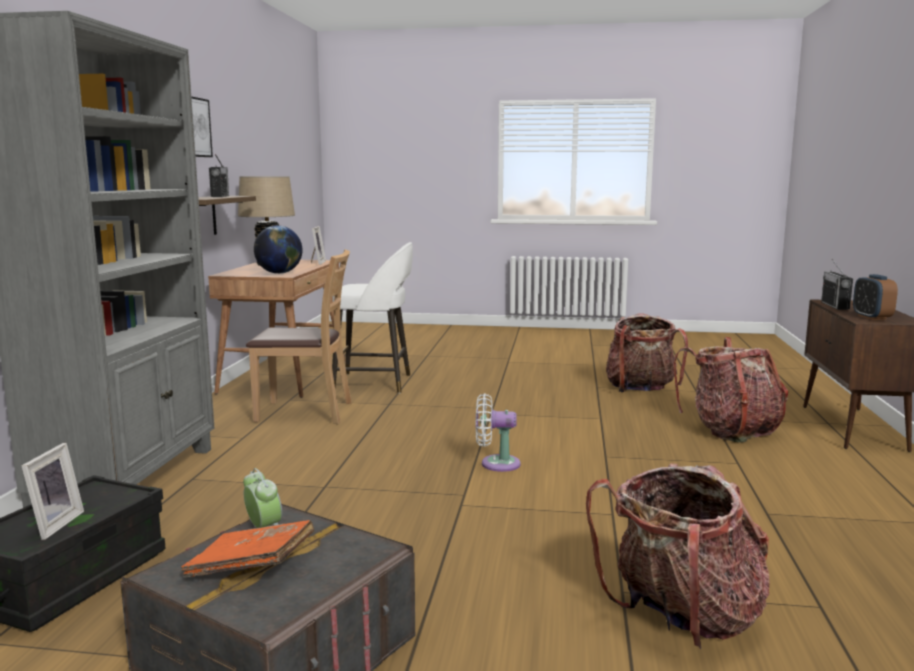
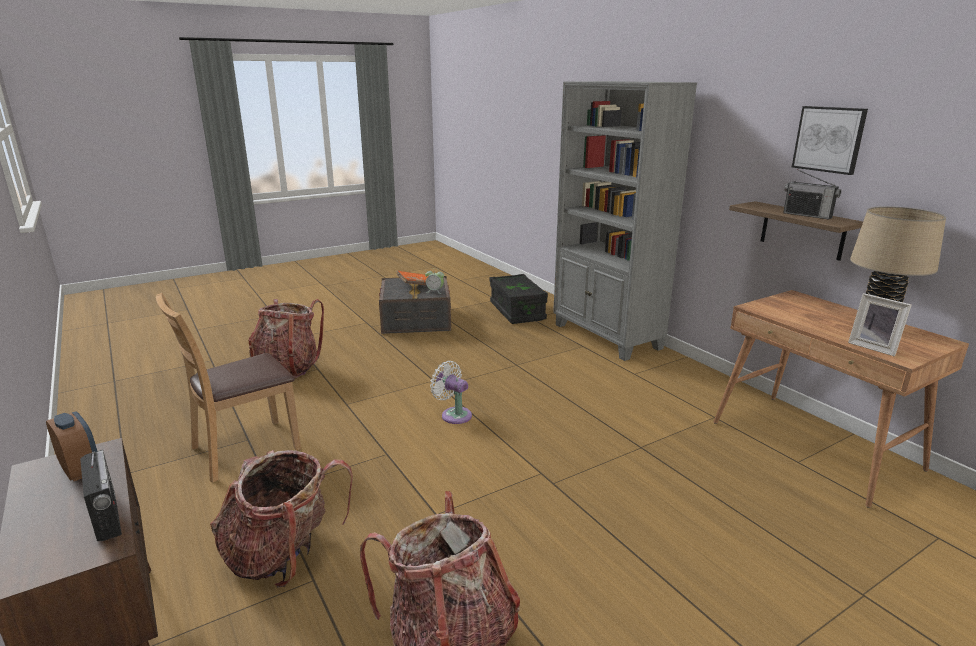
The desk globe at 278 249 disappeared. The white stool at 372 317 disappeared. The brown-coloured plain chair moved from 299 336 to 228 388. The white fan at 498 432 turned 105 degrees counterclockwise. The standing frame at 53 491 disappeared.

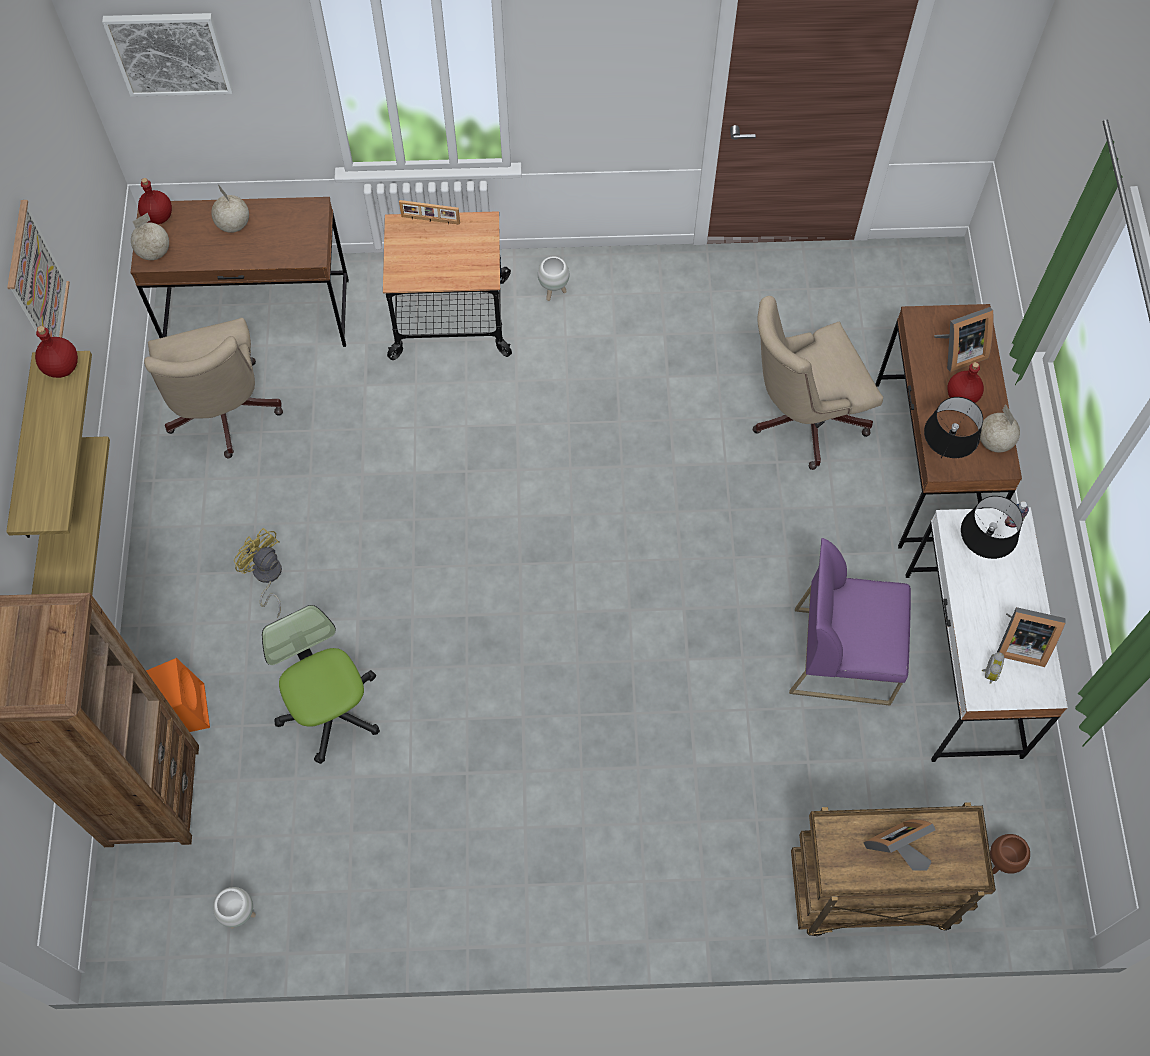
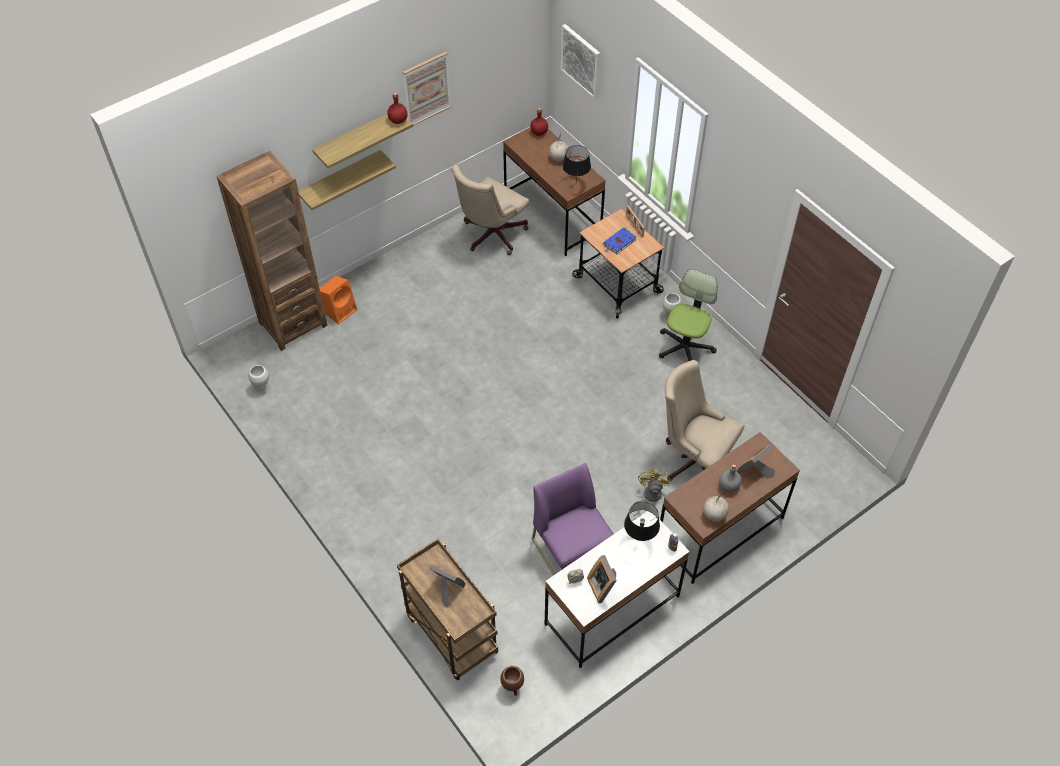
The desk globe at 150 236 disappeared. The standing frame at 963 339 turned 105 degrees clockwise. The red drink bottle at 965 382 became the gray drink bottle at 730 478. The blackish tabletop lamp moved from 953 427 to 577 161. The yellow fan moved from 258 573 to 652 493. The computer chair moved from 321 684 to 688 315. The blue bound book at 619 240 appeared.

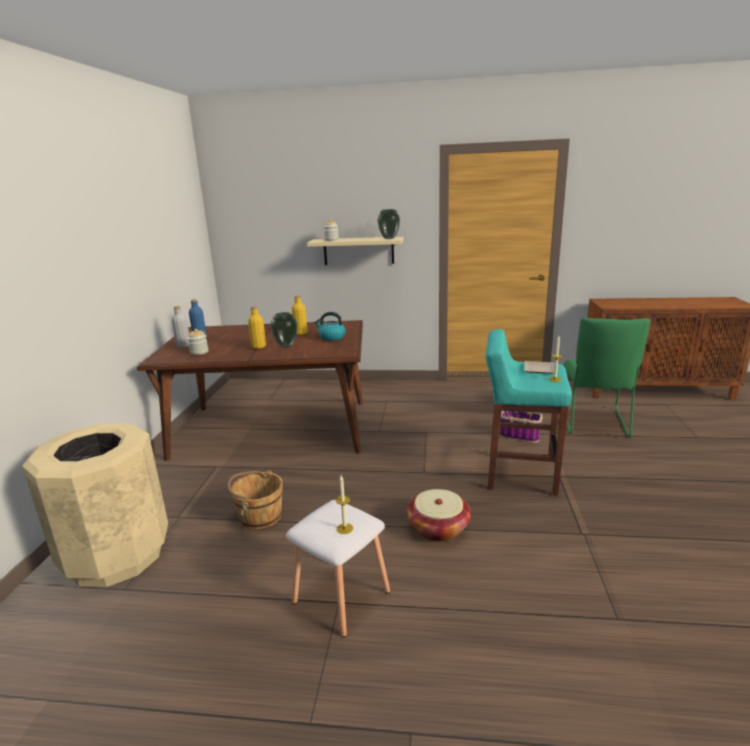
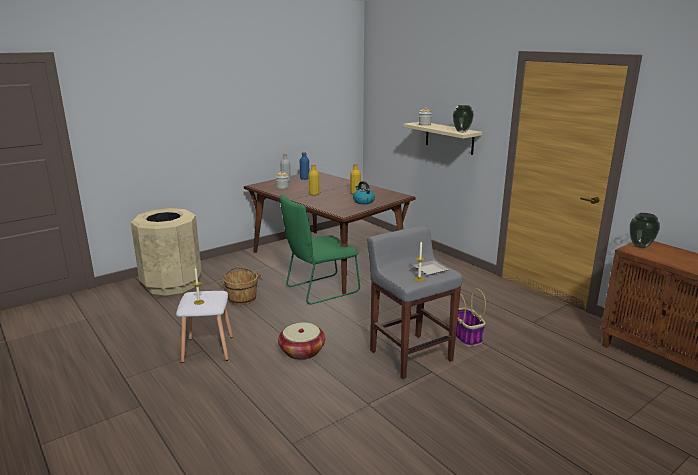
The flower vase moved from 284 330 to 645 230. The greenish plain chair moved from 607 378 to 320 250. The turquoise stool at 529 412 became the gray stool at 415 302.

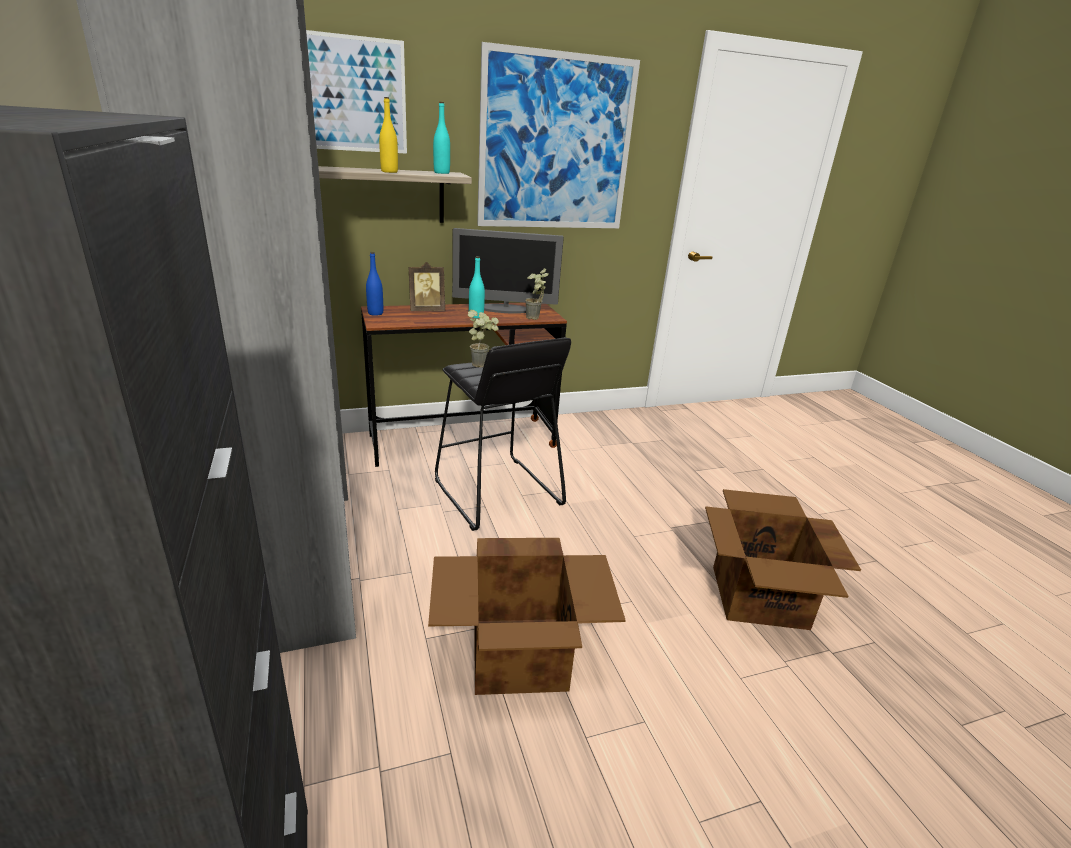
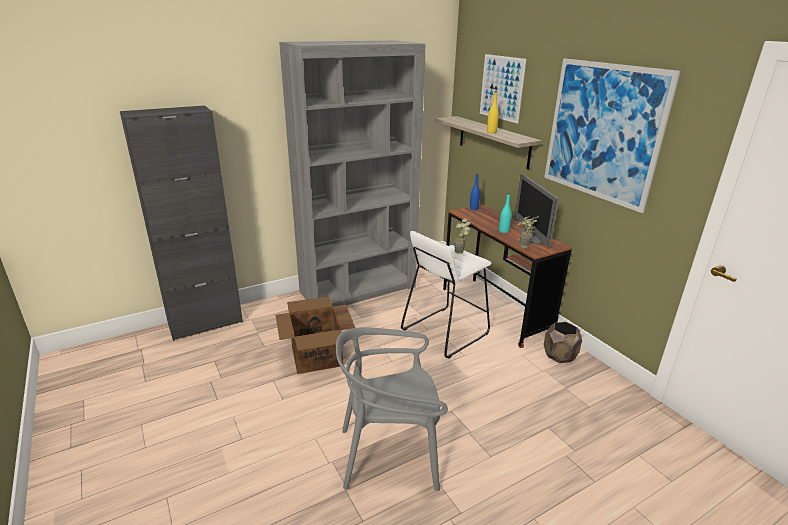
The turquoise drink bottle at 441 138 disappeared. The standing frame at 427 286 disappeared. The blackish stool at 503 434 became the white stool at 446 295. The carton at 783 559 was replaced by the gray plain chair at 392 409. The brown-coloured plant pot at 563 342 appeared.

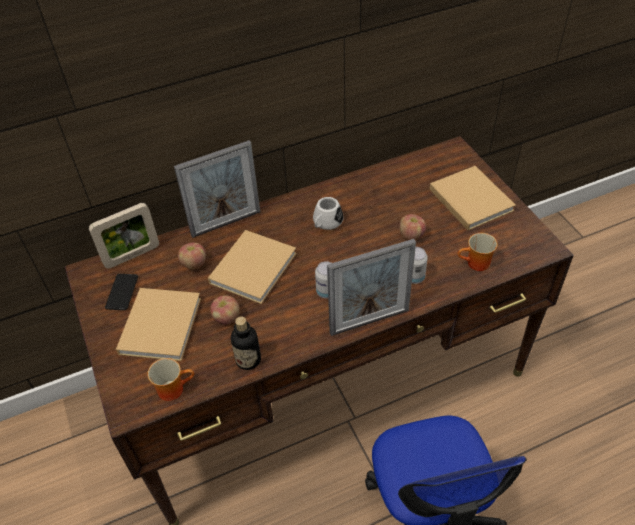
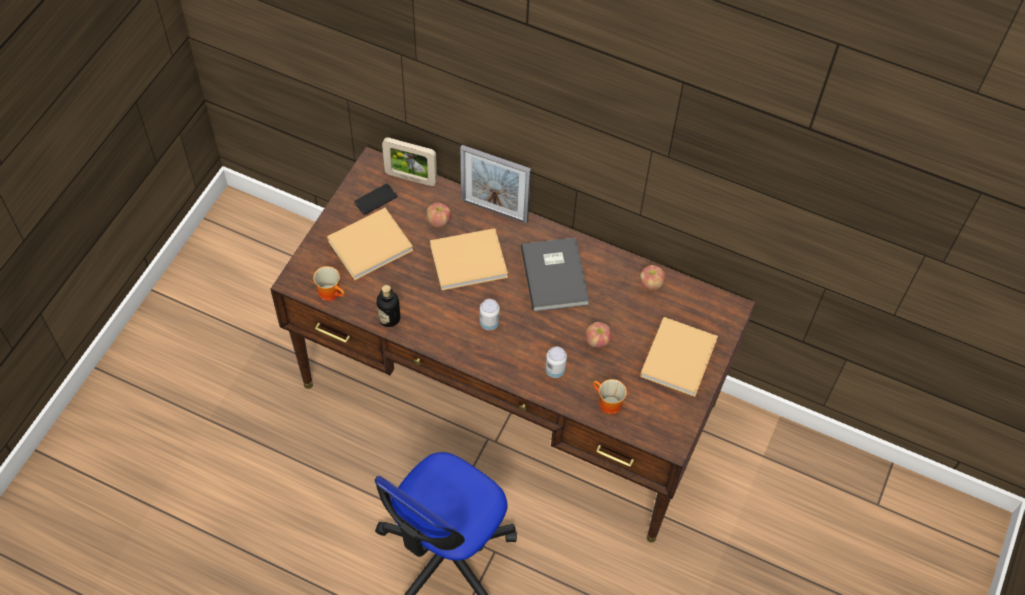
The white coffee mug at 328 213 was replaced by the gray bound book at 555 275. The standing frame at 371 287 disappeared. The apple fruit moved from 225 309 to 653 278.

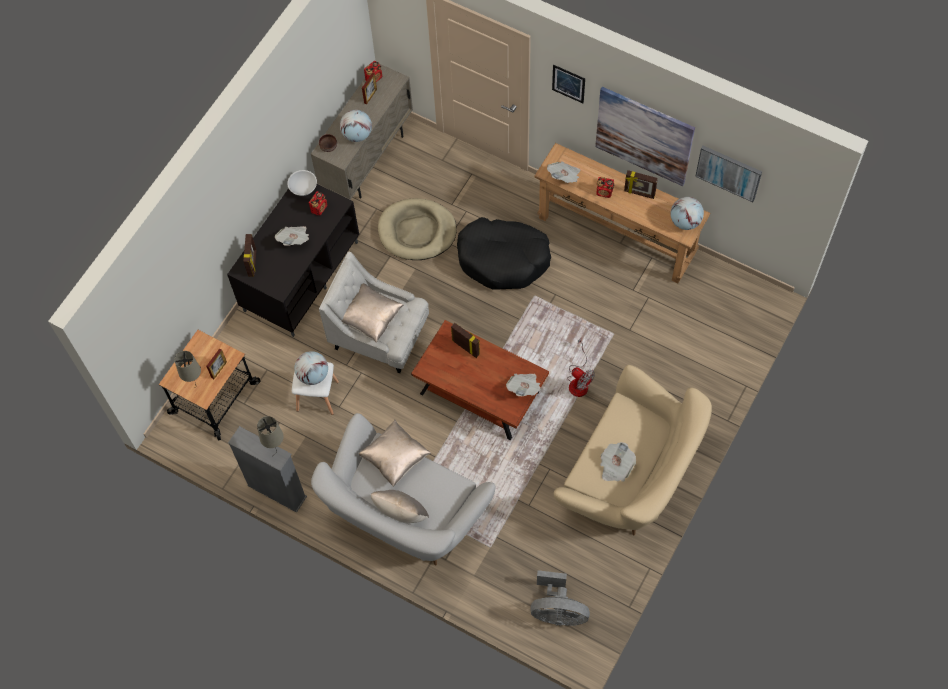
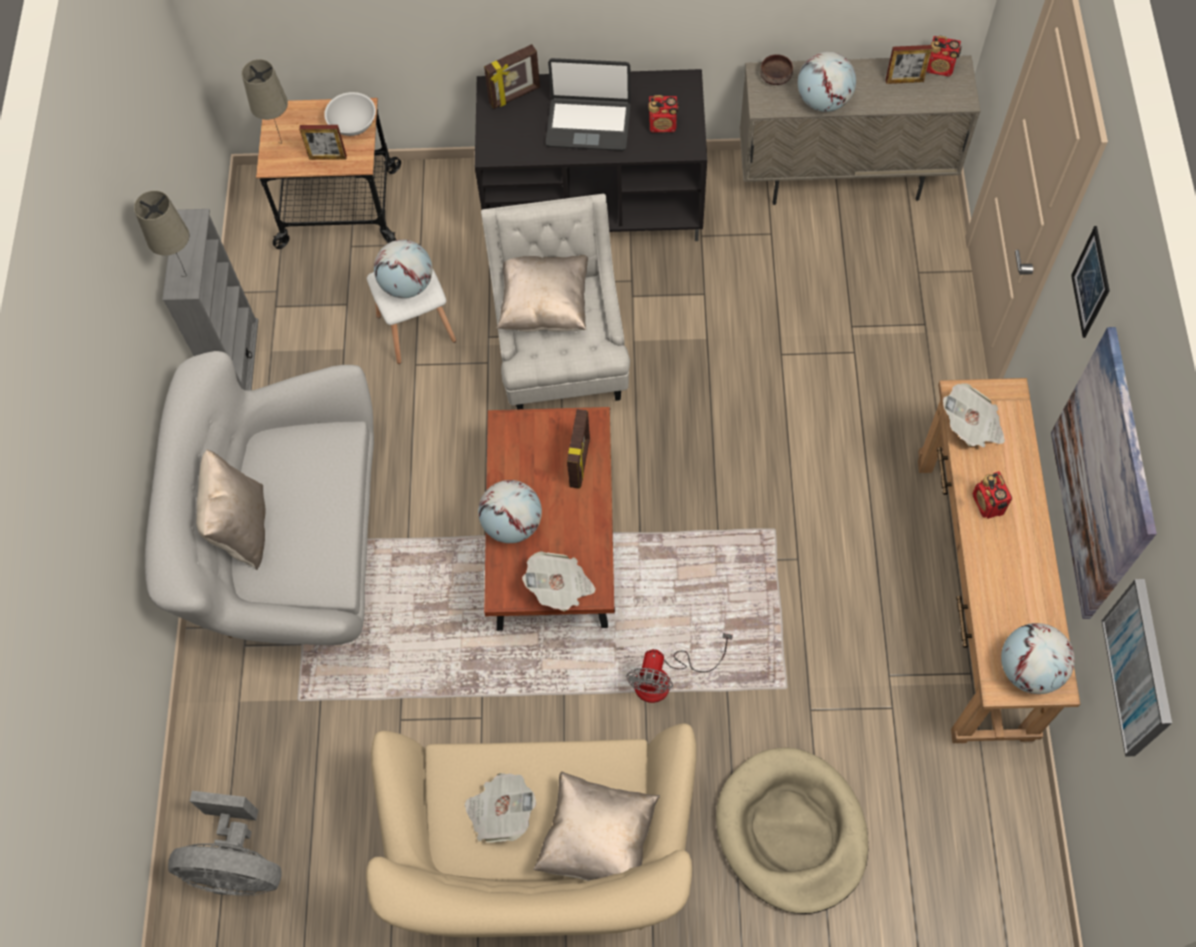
The white serving bowl moved from 302 183 to 350 114. The standing frame at 641 184 disappeared. The beige-coloured dog bed moved from 417 229 to 792 830. The blackish dog bed at 504 253 disappeared. The newspaper at 292 236 was replaced by the notebook computer at 588 104. The beige-coloured cushion moved from 394 453 to 596 826. The gray fan at 560 598 turned 60 degrees counterclockwise. The desk globe at 510 511 appeared.

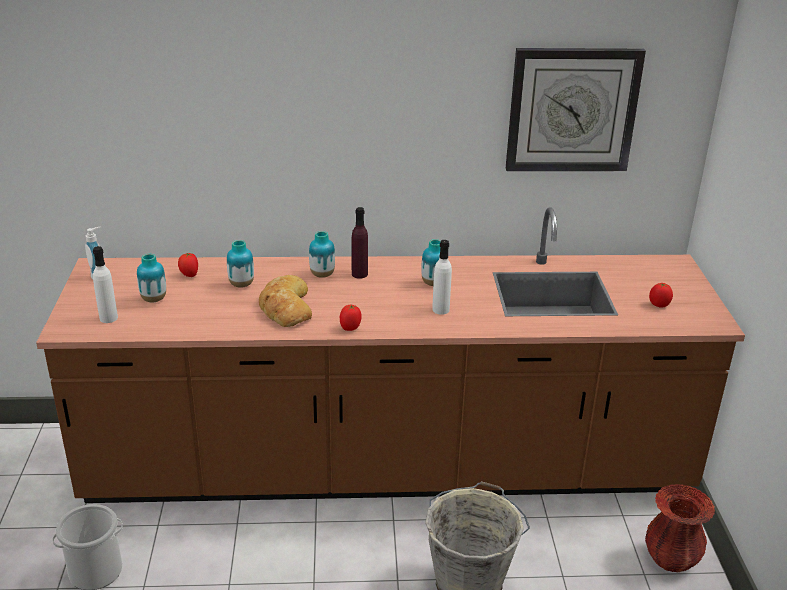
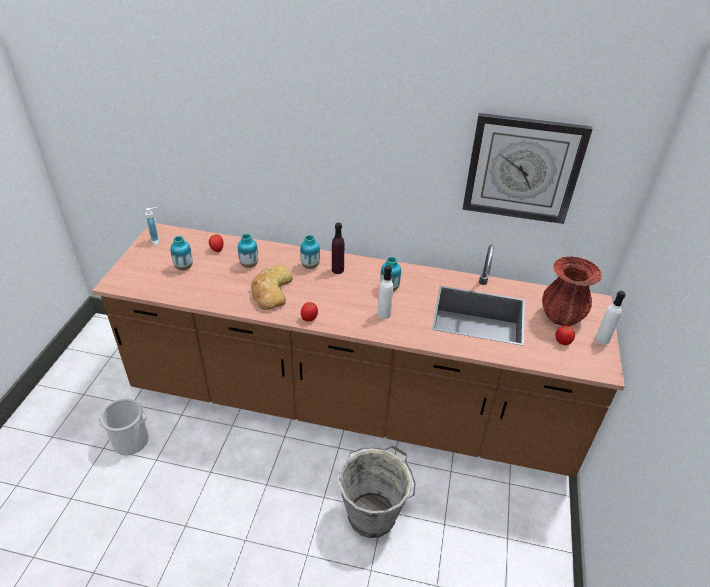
The white drink bottle moved from 105 284 to 610 318. The red flower vase moved from 680 528 to 572 291.

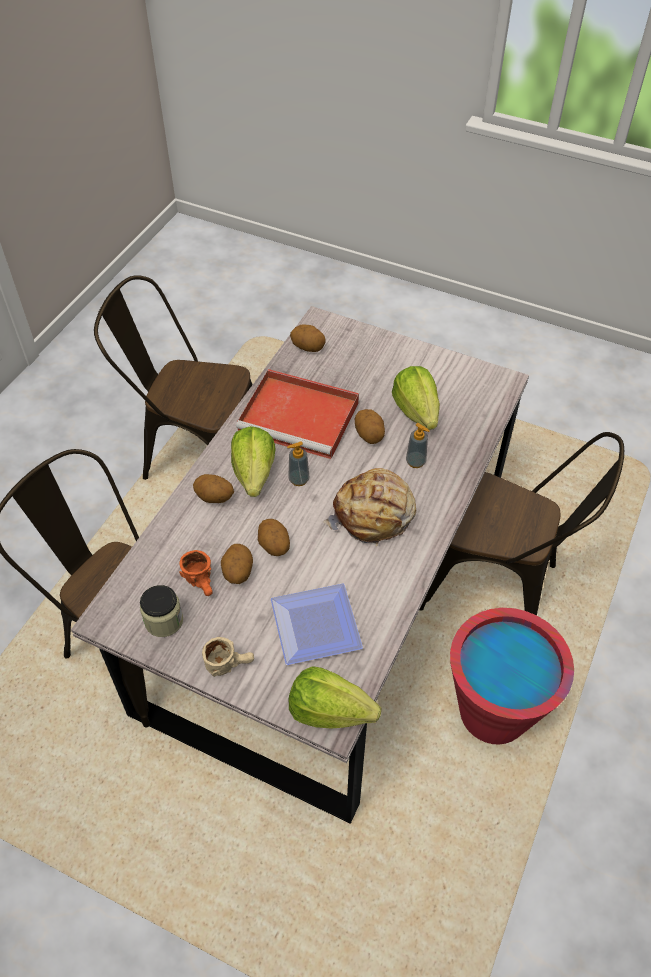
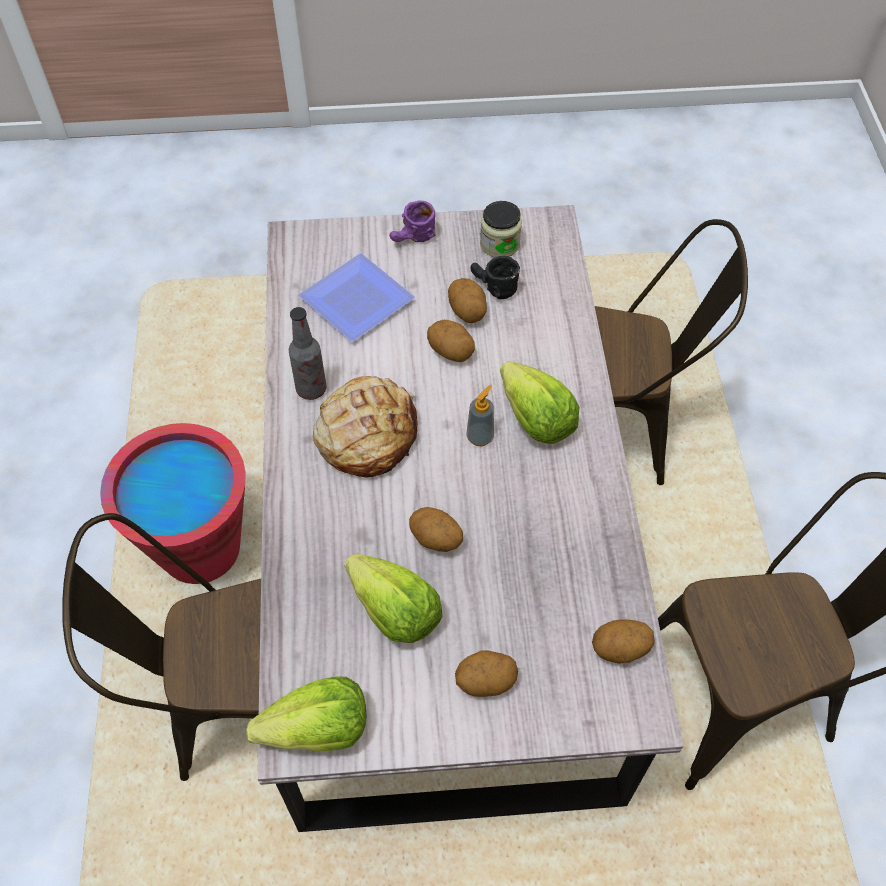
The red tray at 297 414 disappeared. The liquid soap bottle at 418 445 disappeared. The potato moved from 213 488 to 486 673. The orangey coffee mug at 196 573 became the blackish coffee mug at 495 277. The beige-coloured coffee mug at 228 657 became the purplish coffee mug at 412 221. The lettuce moved from 335 697 to 306 713. The drink bottle at 307 353 appeared.

